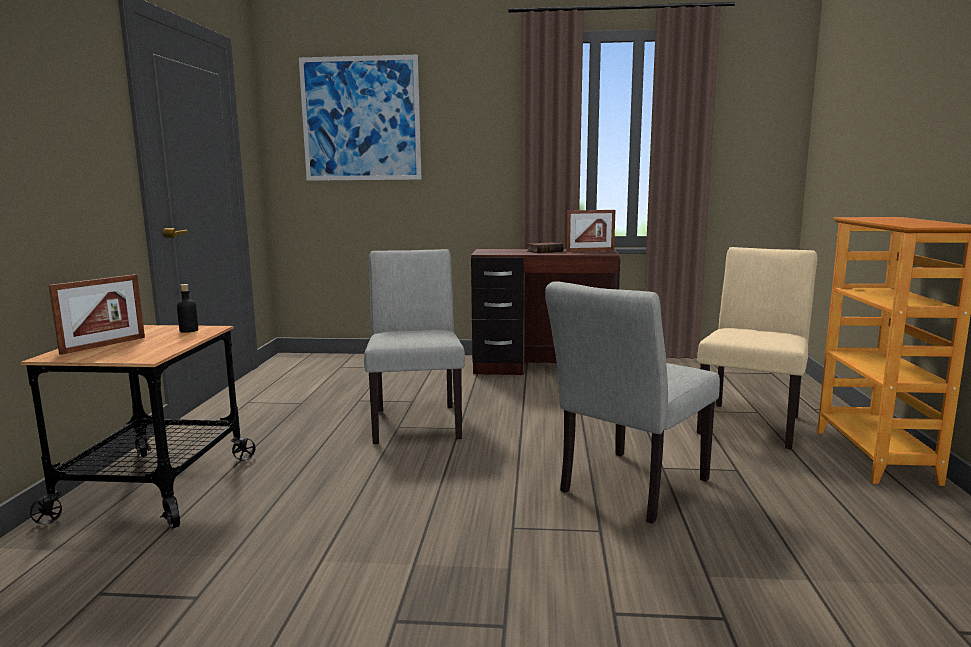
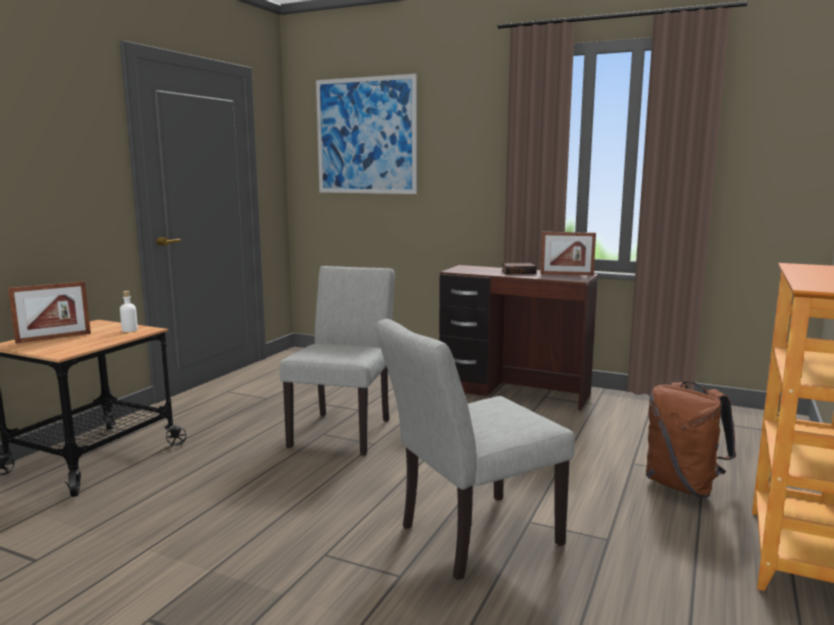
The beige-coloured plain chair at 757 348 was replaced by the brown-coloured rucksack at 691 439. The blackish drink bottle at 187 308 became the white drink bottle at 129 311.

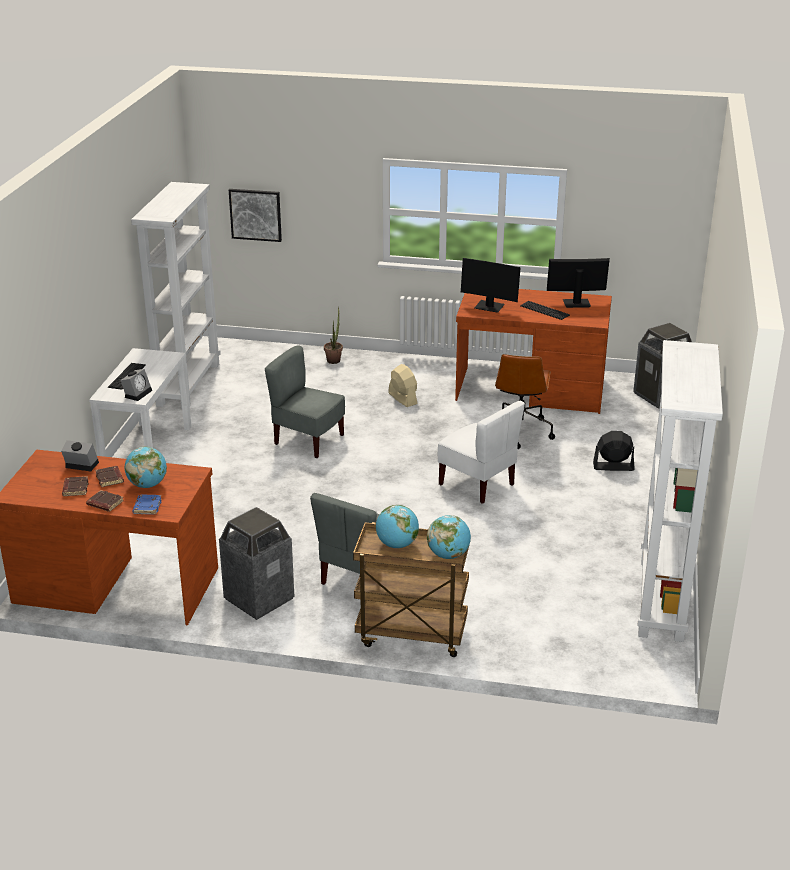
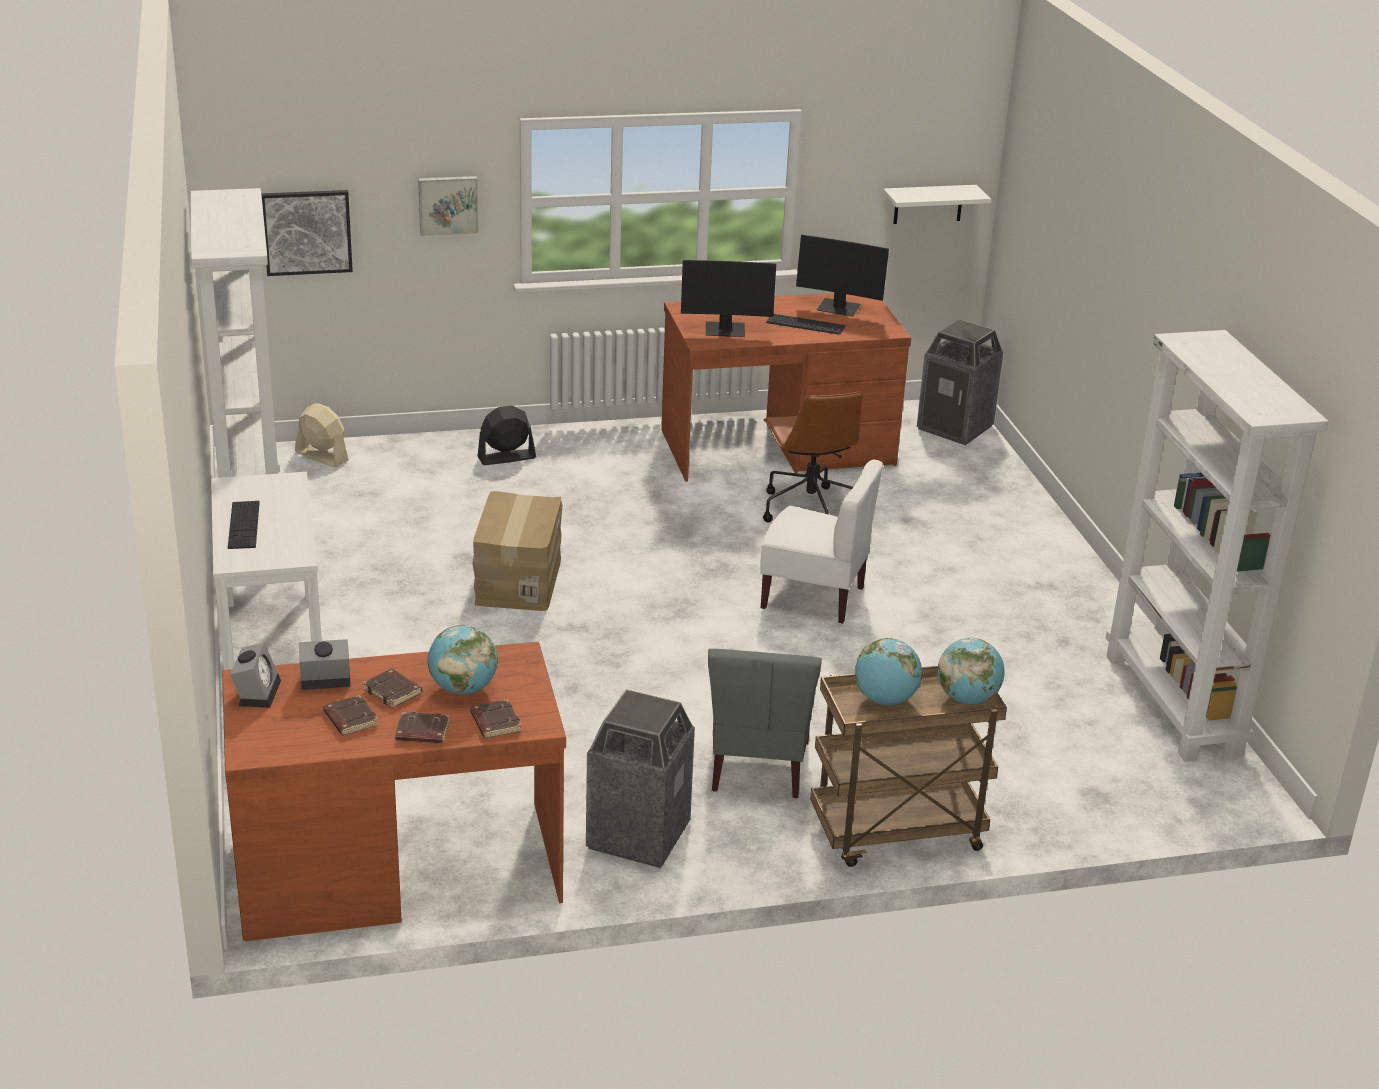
The computer display at 578 283 turned 135 degrees counterclockwise. The plant in a pot at 333 335 disappeared. The gray plain chair at 305 401 was replaced by the carton at 517 551. The beige-coloured fan moved from 403 385 to 322 435. The bedside clock moved from 136 385 to 255 675. The blackish fan moved from 614 451 to 507 435. The blue bound book at 147 505 became the brown-coloured bound book at 496 718. The wall art at 448 206 appeared. The white bracket shelf at 937 204 appeared.

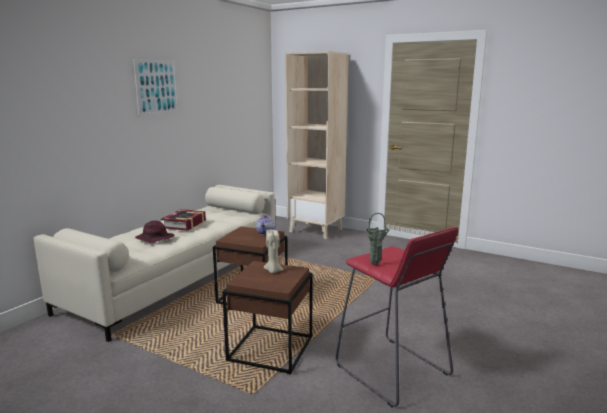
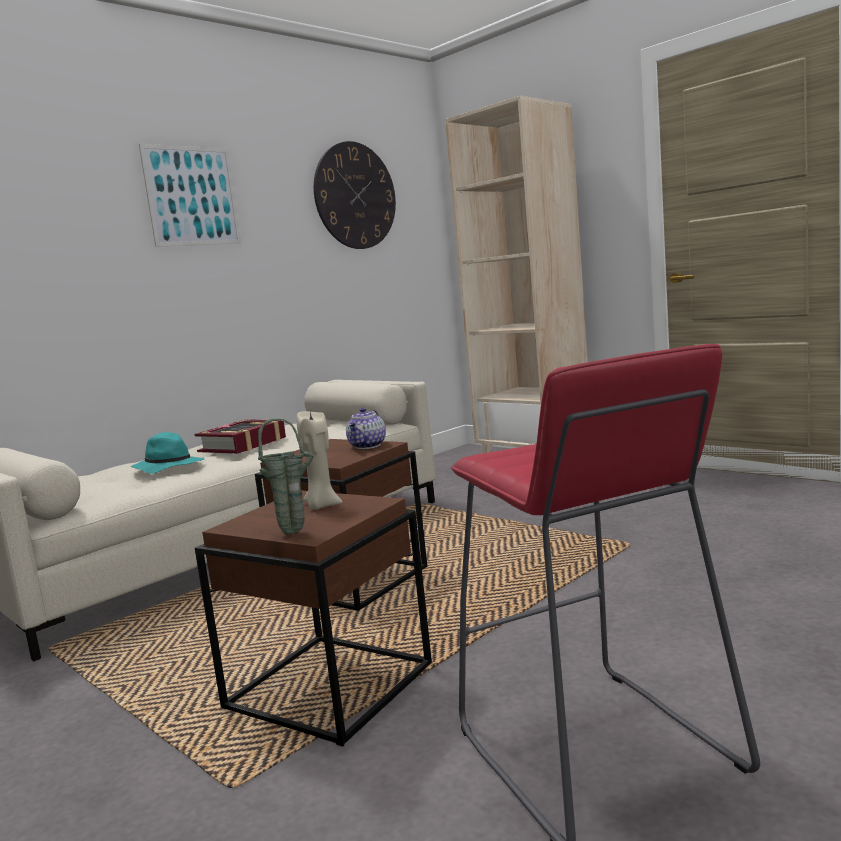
The greenish flower vase moved from 378 239 to 285 476. The purplish hat at 154 231 became the turquoise hat at 167 453. The hanging clock at 355 195 appeared.

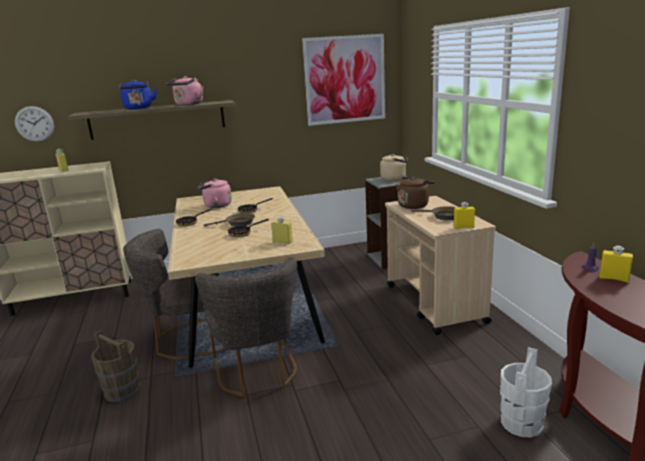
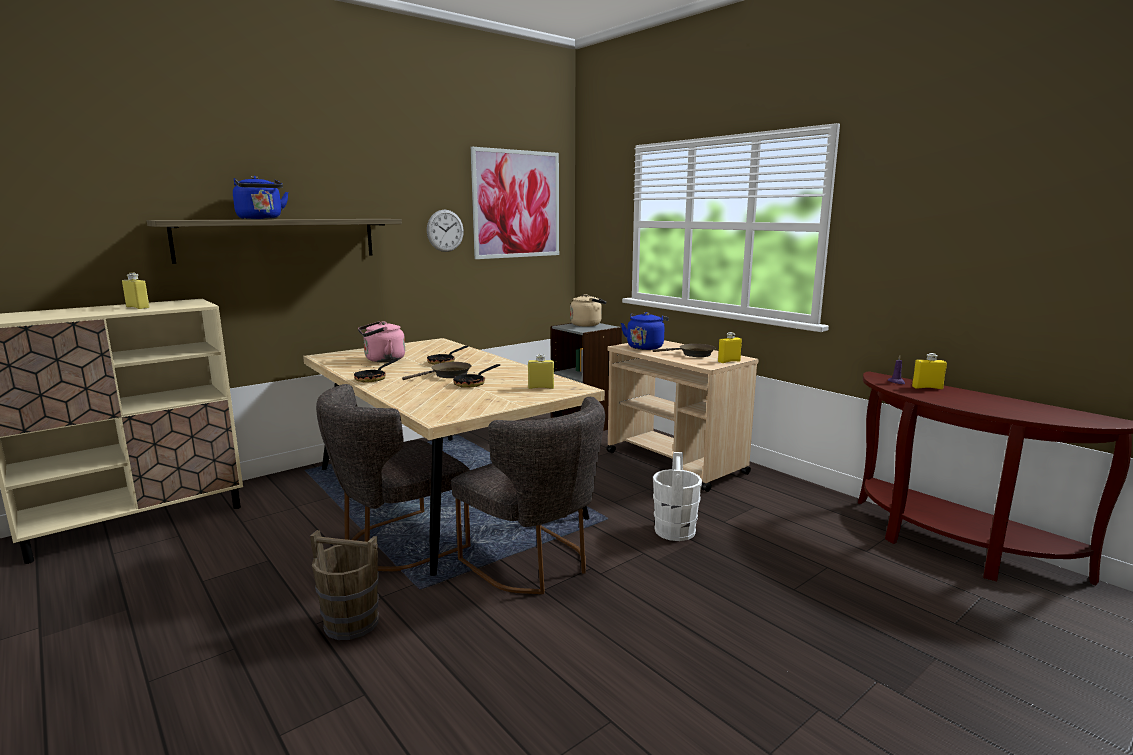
The pink water kettle at 184 90 disappeared. The hanging clock moved from 34 124 to 445 231. The brown-coloured water kettle at 415 193 became the blue water kettle at 645 331. The white bucket moved from 526 392 to 677 496.

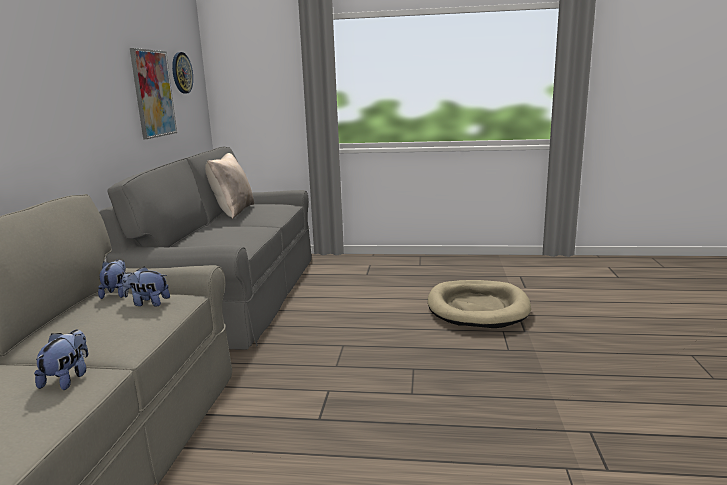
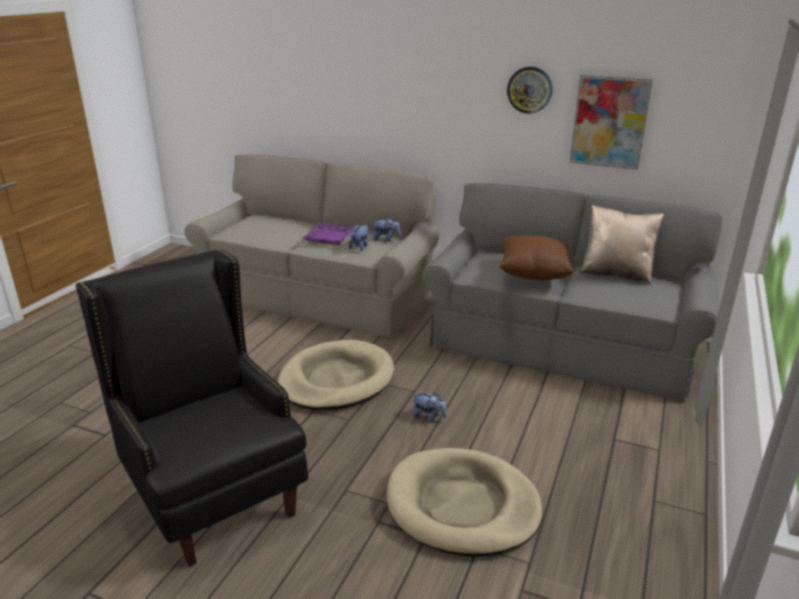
The hanging clock moved from 182 73 to 529 90. The soft toy moved from 61 359 to 430 407. The purplish tray at 329 233 appeared. The brown-coloured cushion at 536 257 appeared. The blackish easy chair at 192 408 appeared. The beige-coloured dog bed at 335 375 appeared.

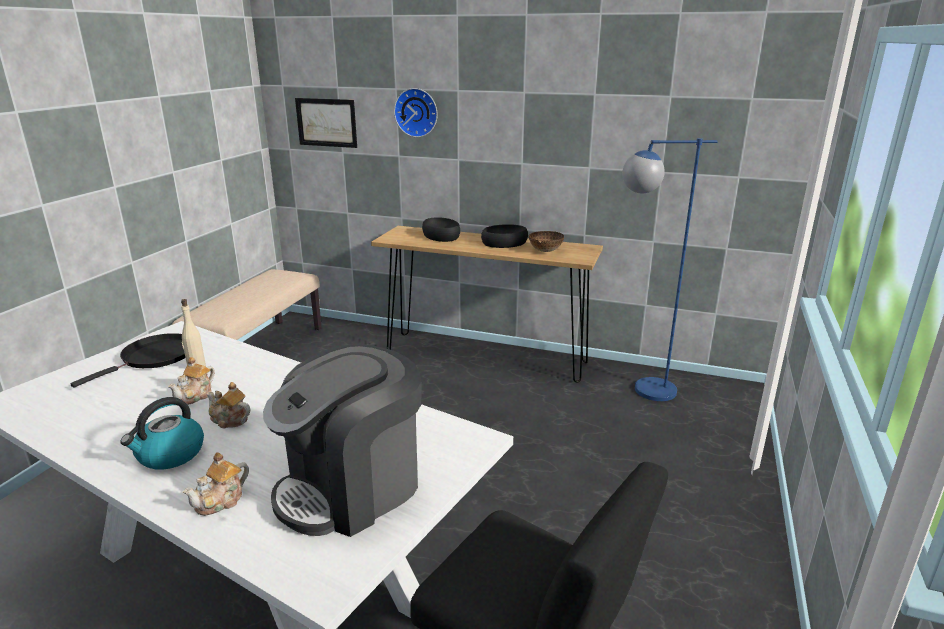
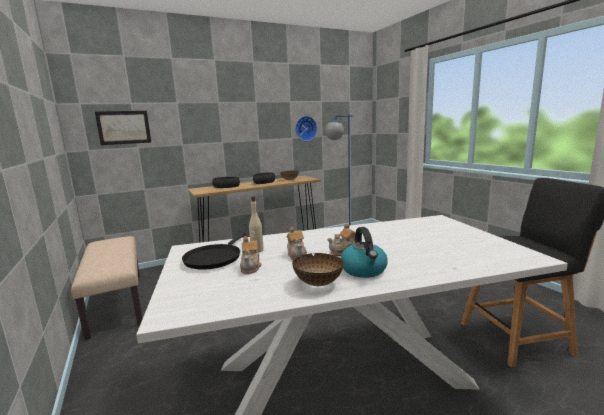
The hanging clock moved from 416 112 to 306 128. The blackish frying pan at 128 360 turned 150 degrees counterclockwise. The coffee brewer at 342 440 disappeared. The teapot moved from 216 484 to 251 255. The serving bowl at 318 269 appeared.

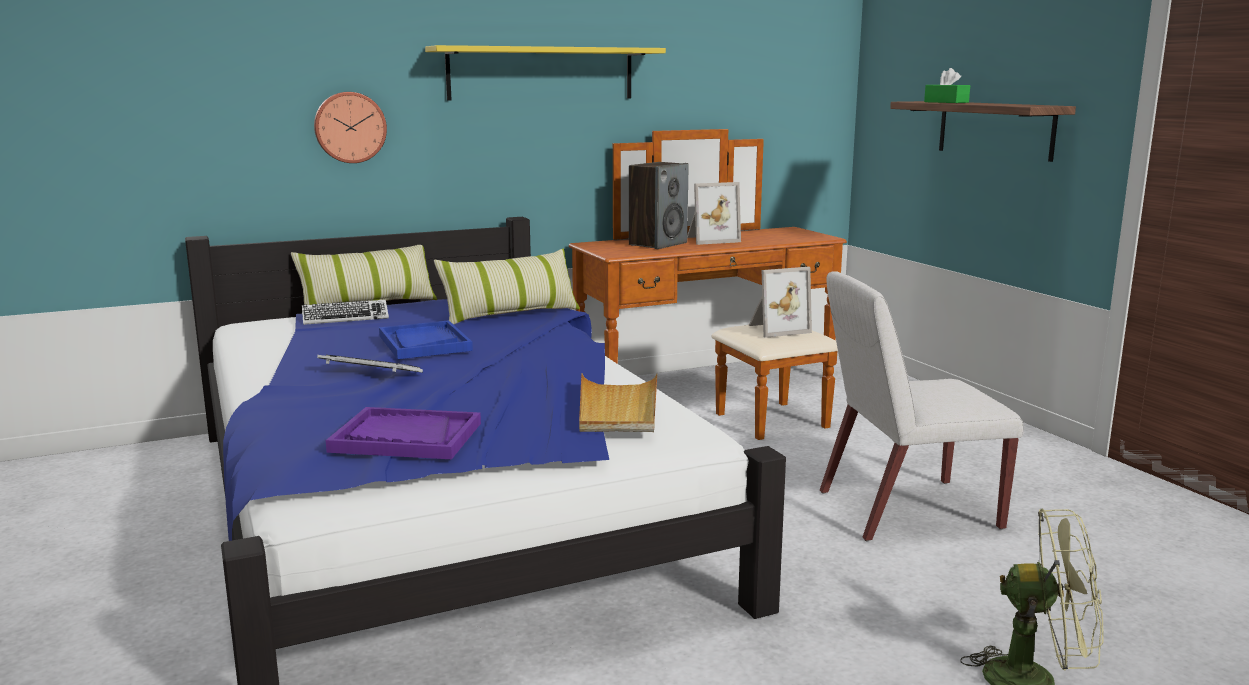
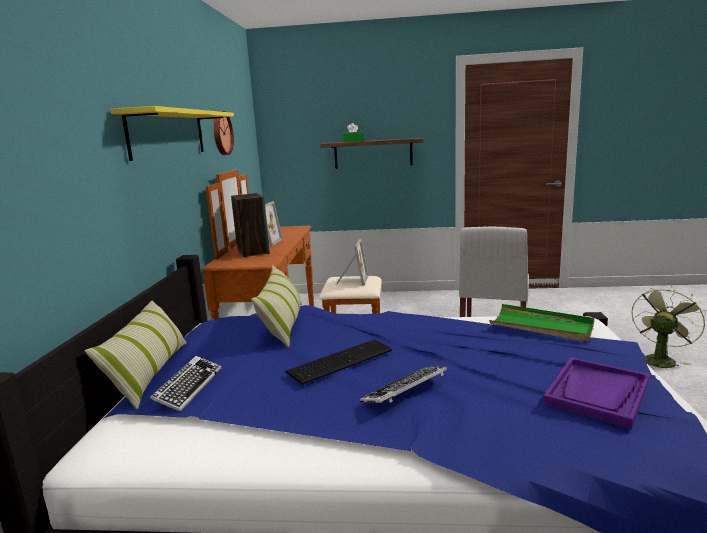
The hanging clock moved from 350 127 to 223 133. The blue tray at 426 339 was replaced by the keyboard at 338 362. The beige-coloured tray at 618 402 became the greenish tray at 542 323.

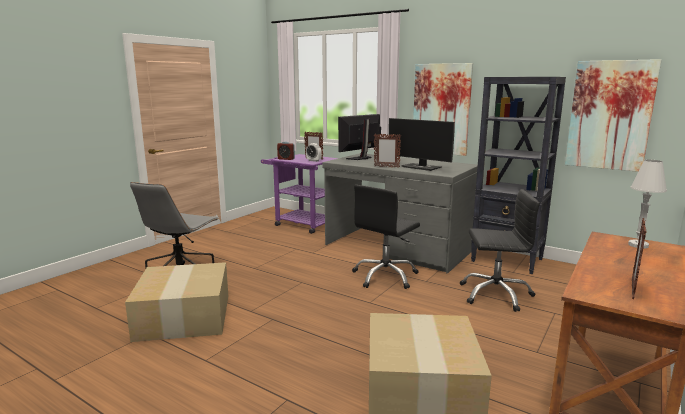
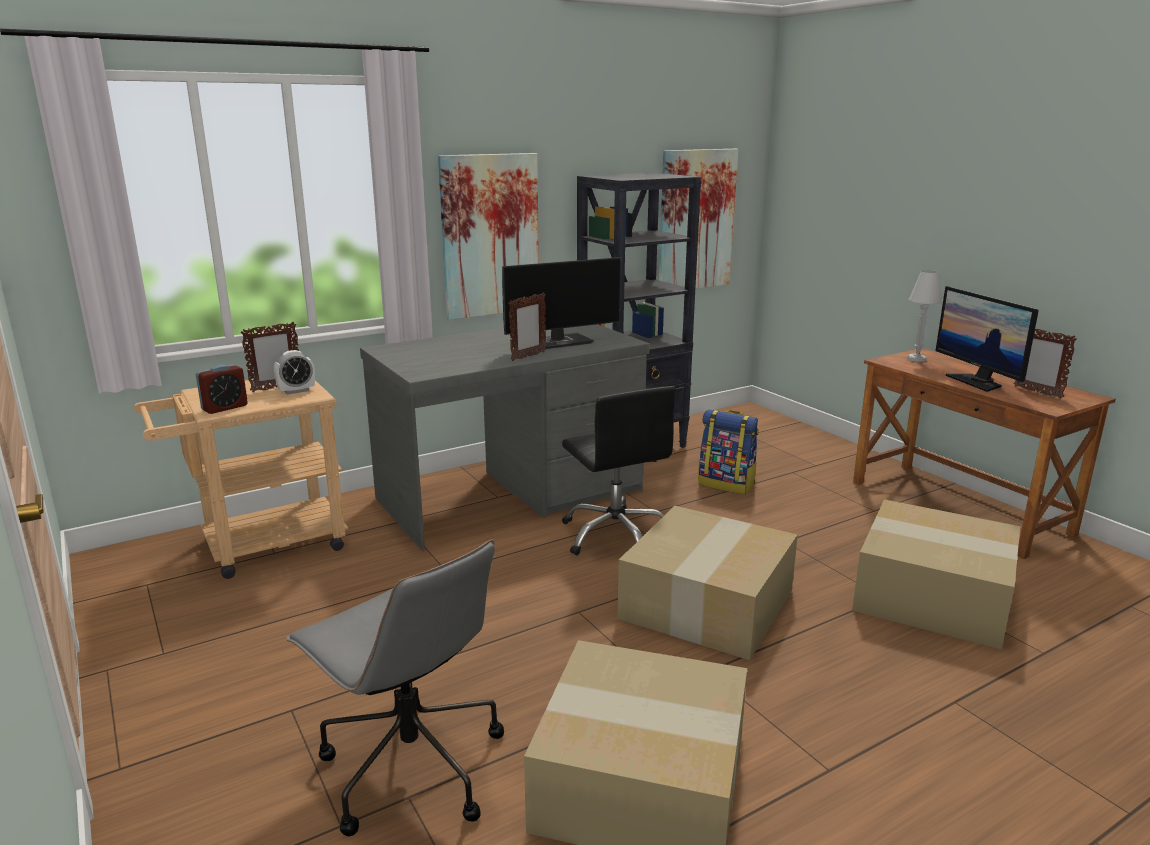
The computer display moved from 359 137 to 987 339. The purplish trolley at 299 194 became the beige-coloured trolley at 241 479. The blackish computer chair at 500 250 was replaced by the rucksack at 728 451. The carton at 708 583 appeared.

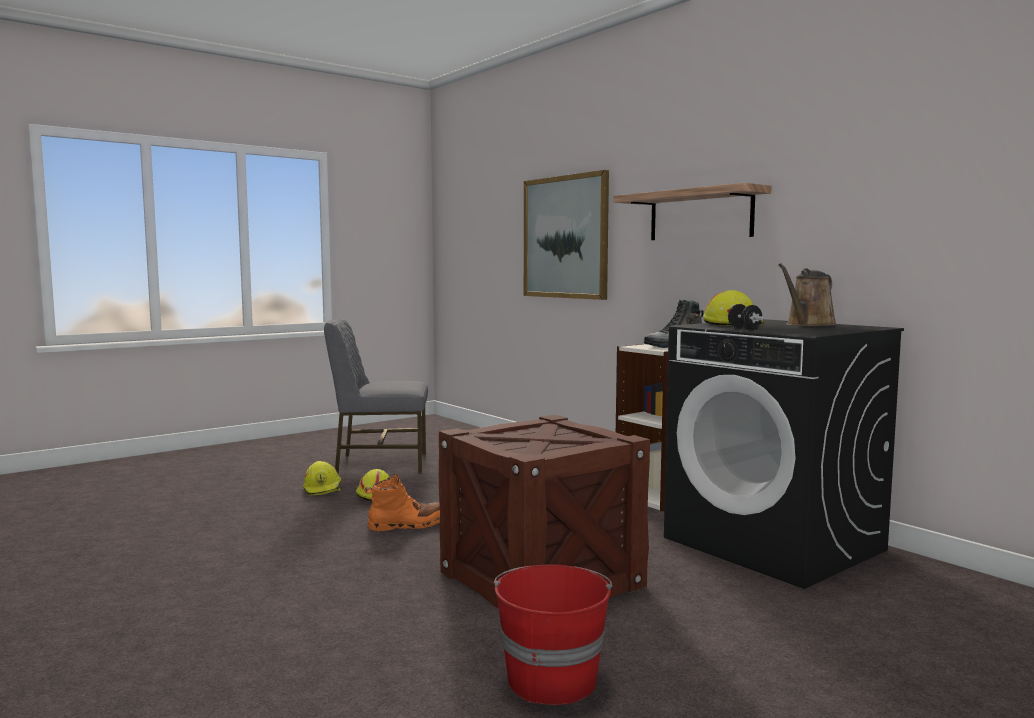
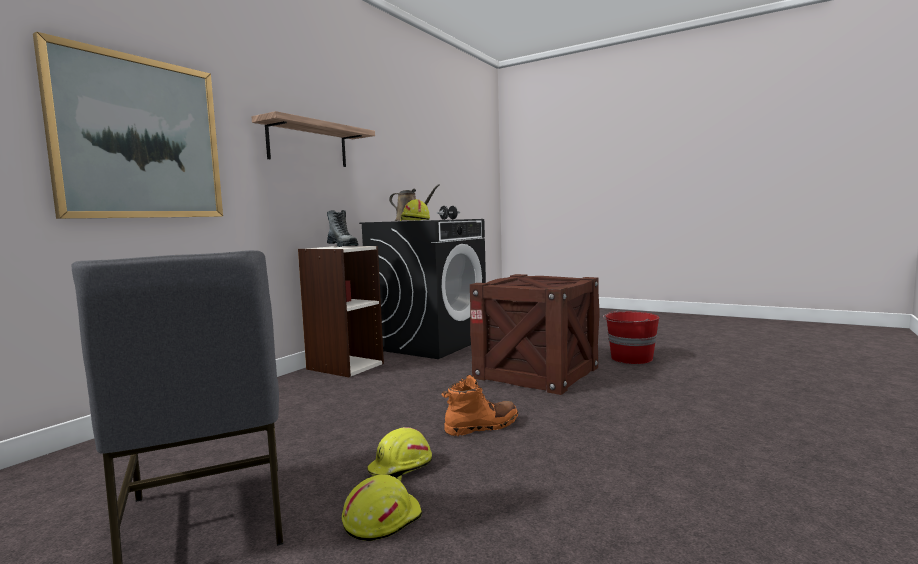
The orangey boot at 402 503 turned 105 degrees clockwise.

